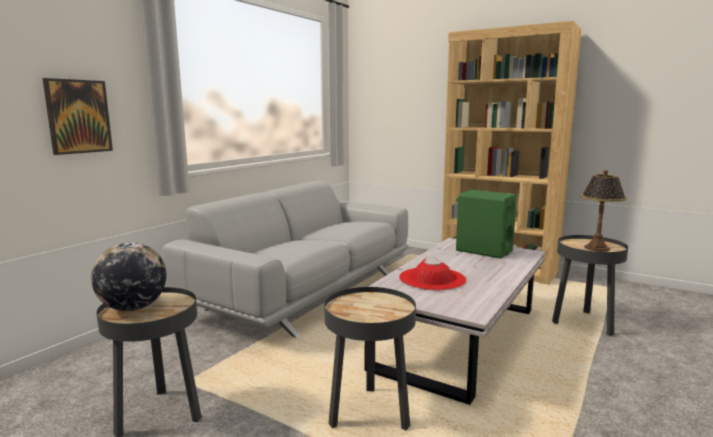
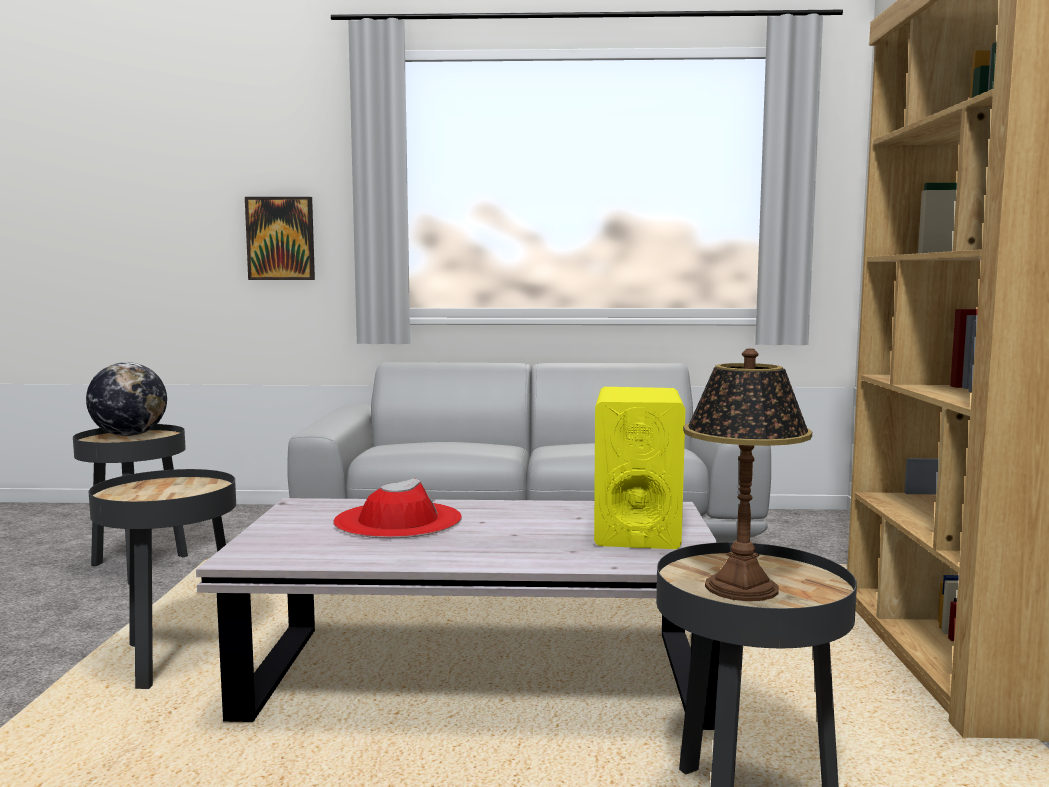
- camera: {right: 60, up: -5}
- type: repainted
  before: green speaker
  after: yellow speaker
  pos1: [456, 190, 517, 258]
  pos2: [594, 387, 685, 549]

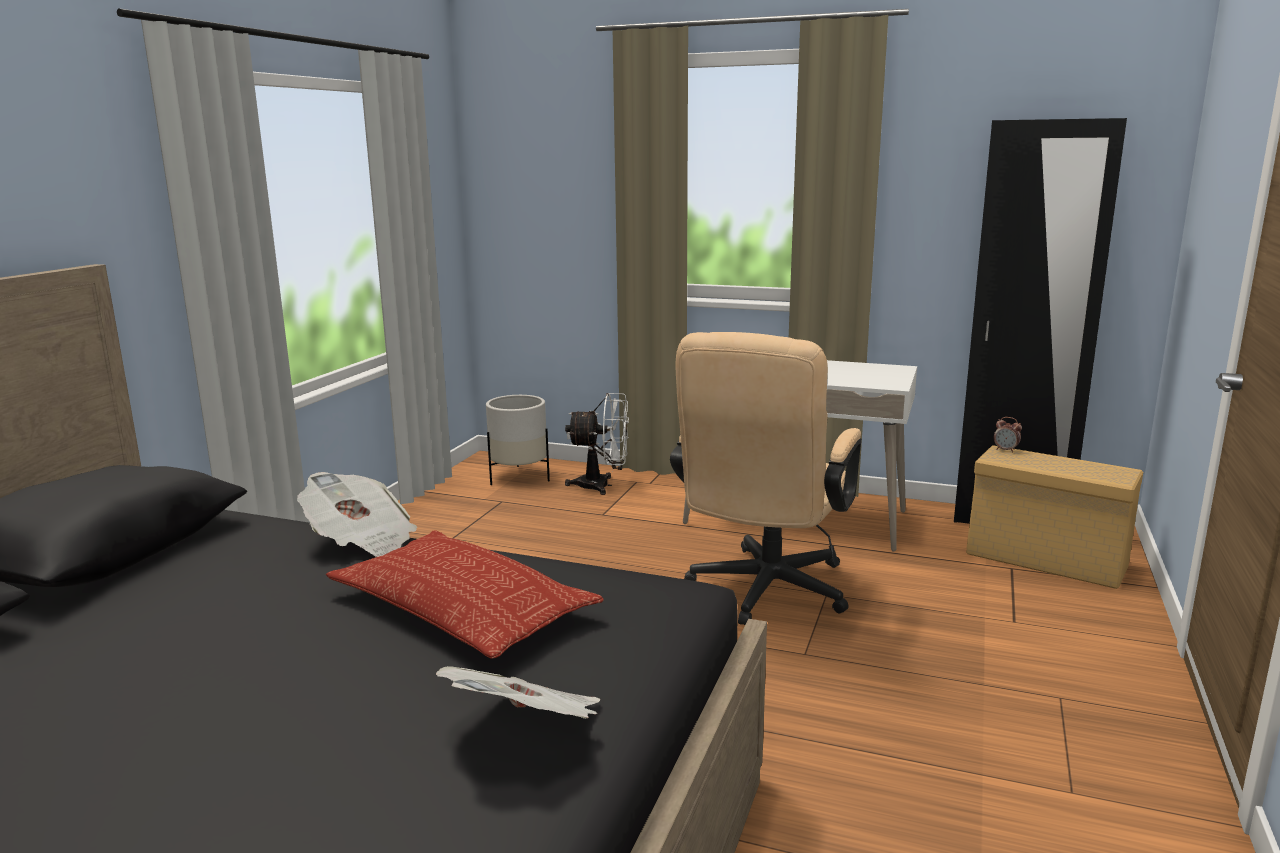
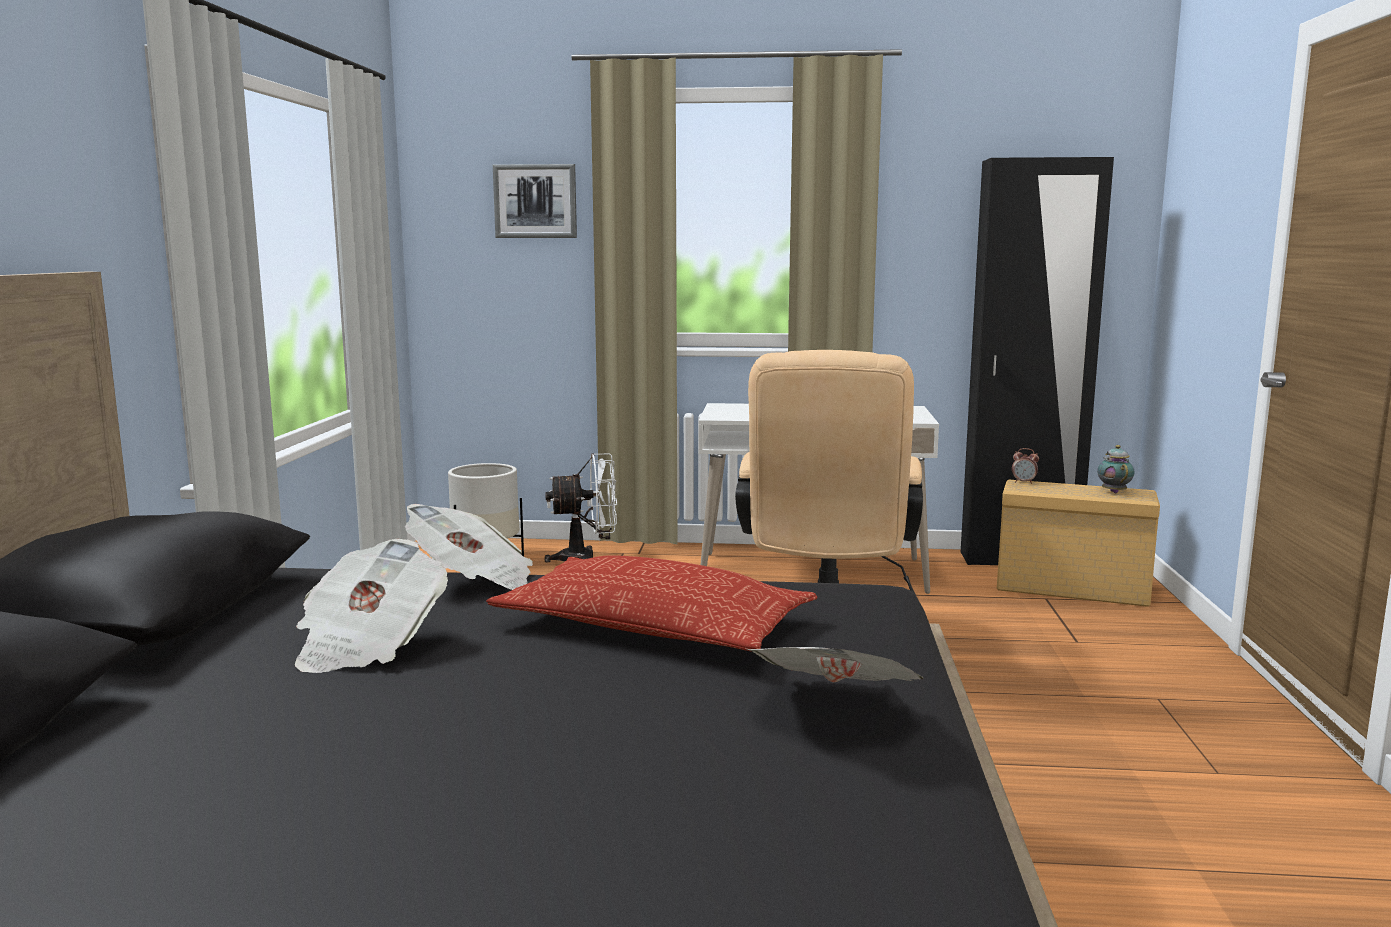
- camera: {right: -15, up: -5}
- type: new
  after: newspaper
  pos2: [294, 539, 448, 673]
- type: new
  after: picture
  pos2: [493, 164, 577, 238]
- type: new
  after: teapot
  pos2: [1097, 445, 1134, 493]

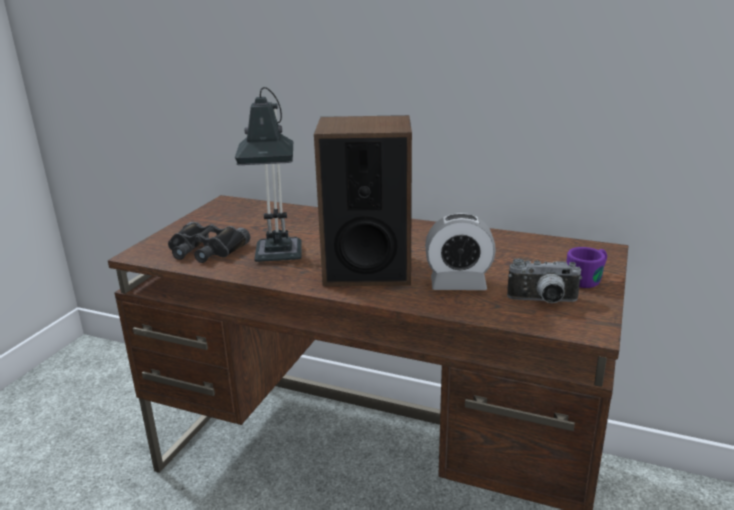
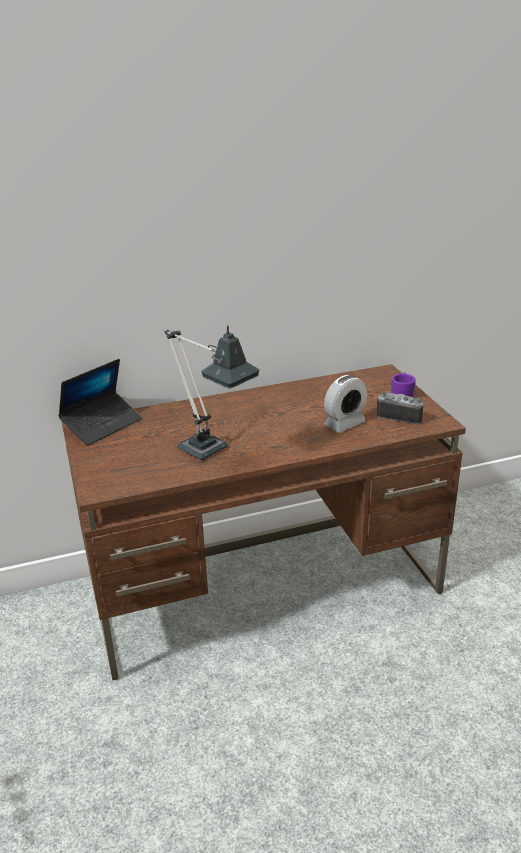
- camera: {right: -40, up: 5}
- type: gone
  before: black binoculars
  pos1: [168, 222, 251, 263]
- type: gone
  before: speaker
  pos1: [314, 115, 412, 286]
- type: rotated
  before: photo camera
  pos1: [507, 258, 582, 303]
  pos2: [377, 393, 424, 424]
  turn: -120
- type: new
  after: laptop
  pos2: [58, 359, 143, 445]

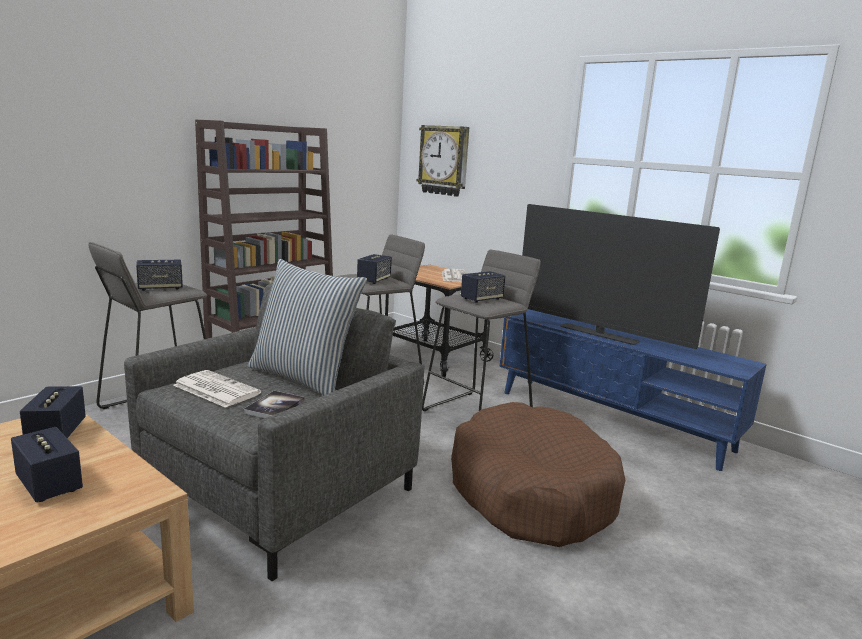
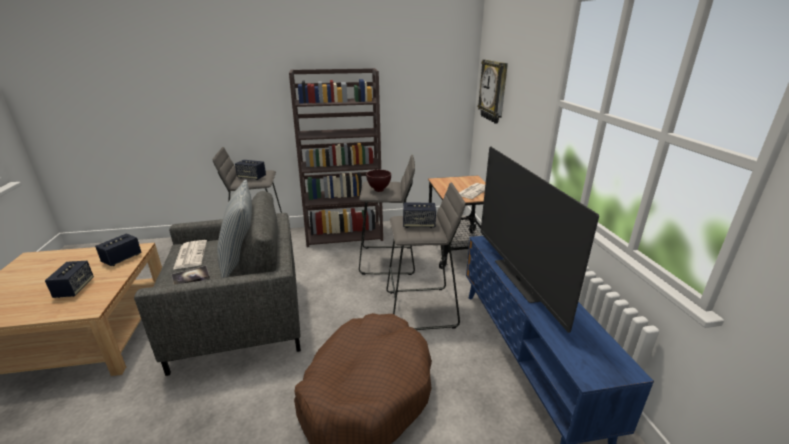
- camera: {right: 40, up: 10}
- type: swapped
  before: speaker
  after: brown bowl
  pos1: [357, 254, 392, 284]
  pos2: [366, 170, 391, 192]

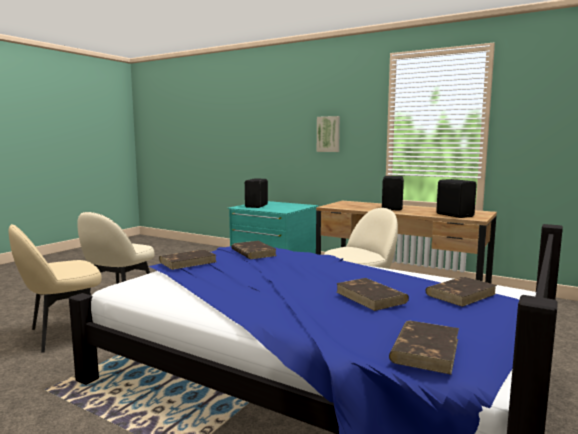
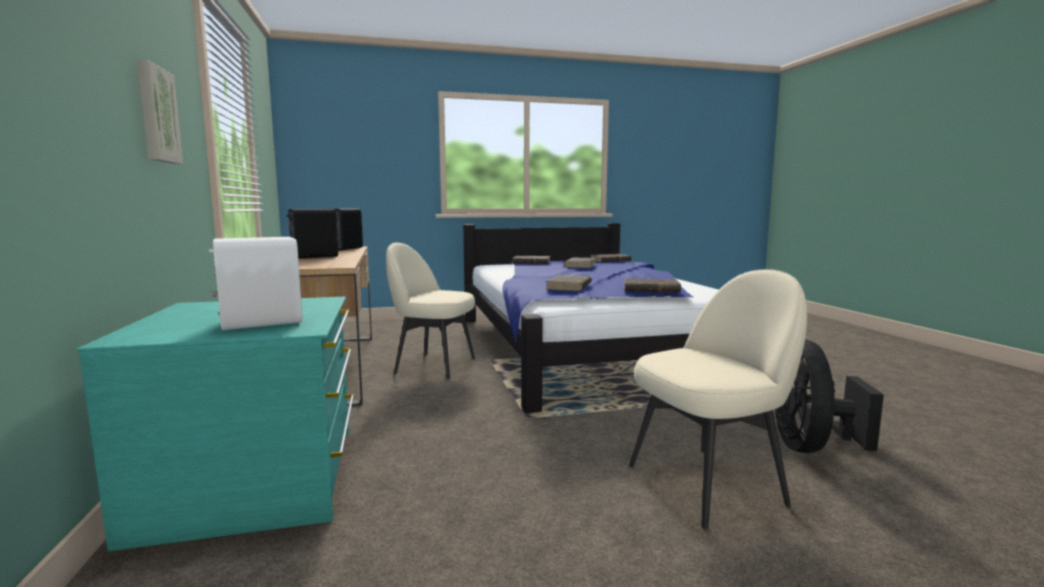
- camera: {right: -135, up: 0}
- type: swapped
  before: beige chair
  after: black fan
  pos1: [9, 224, 102, 353]
  pos2: [774, 339, 884, 453]
- type: repainted
  before: black speaker
  after: white speaker
  pos1: [245, 178, 268, 208]
  pos2: [209, 237, 302, 330]

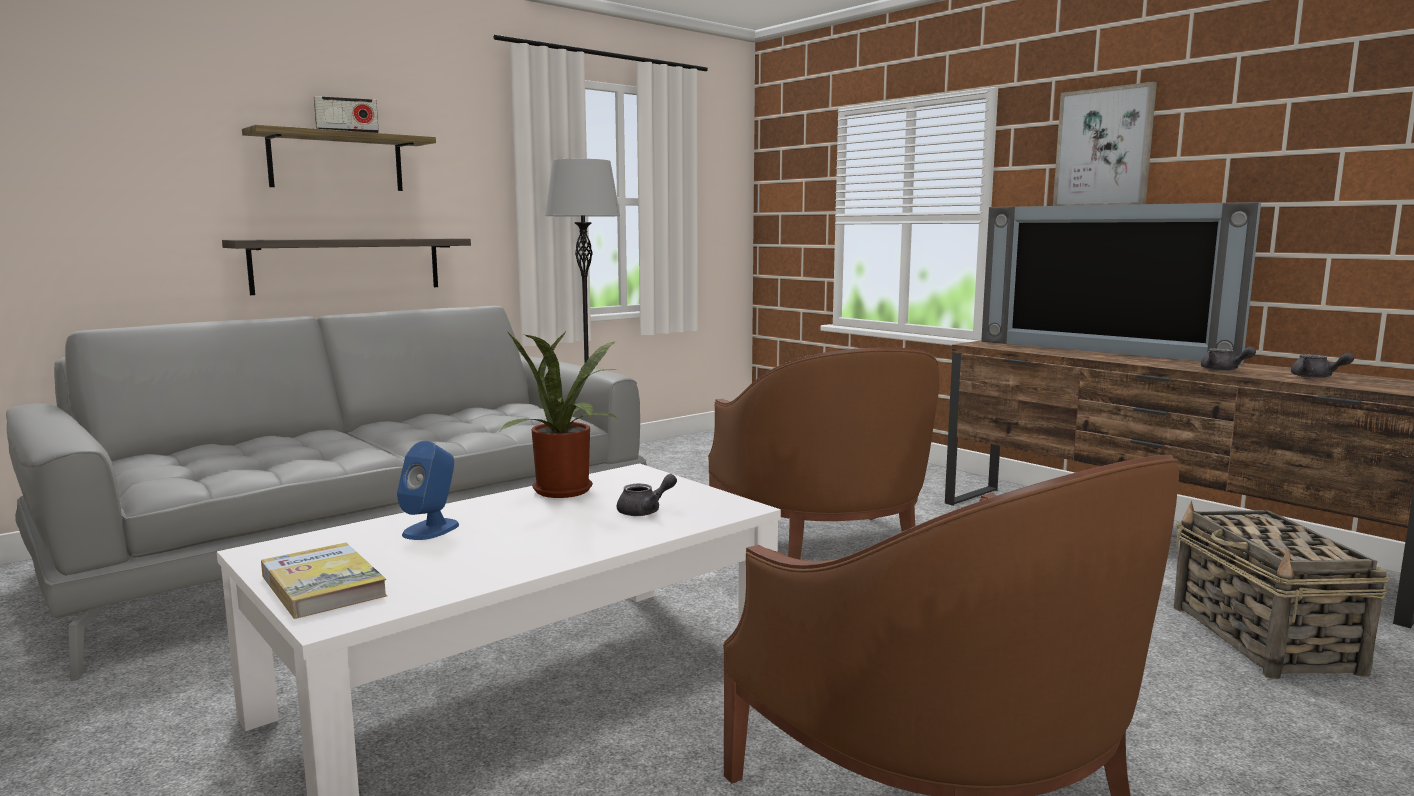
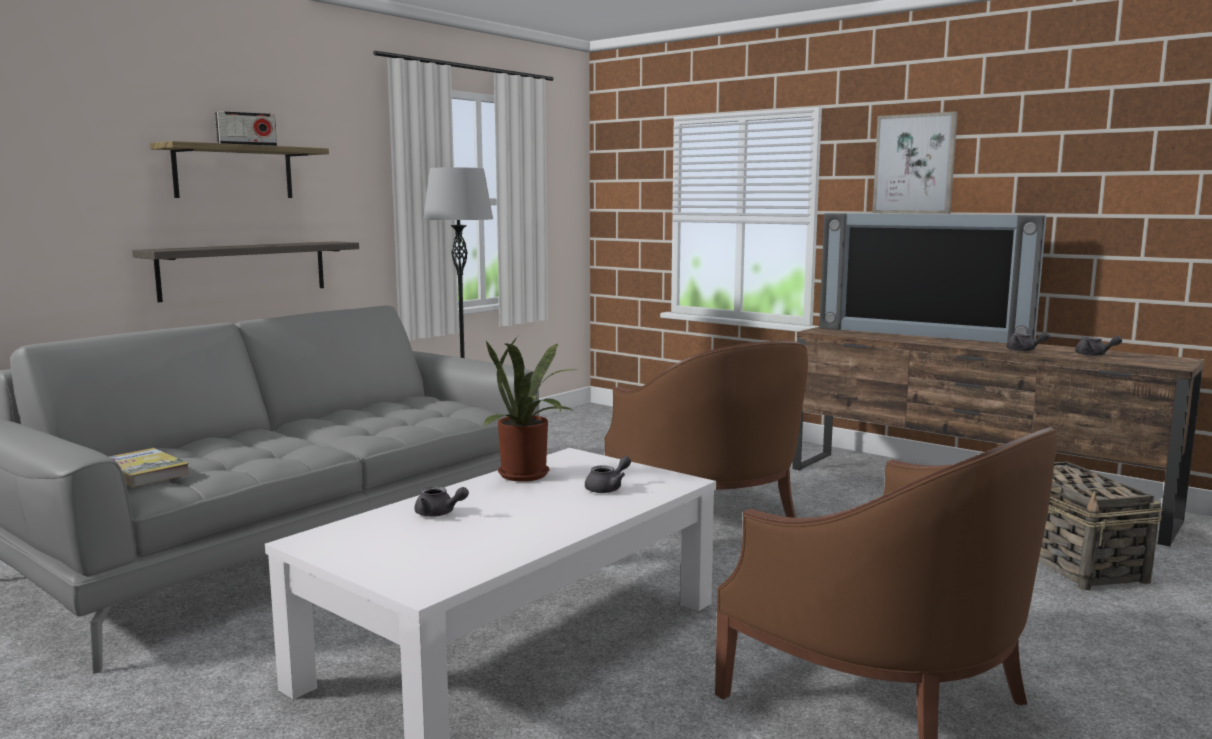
- camera: {right: -10, up: 0}
- type: shifted
  before: book
  pos1: [261, 543, 387, 619]
  pos2: [109, 448, 190, 487]
- type: swapped
  before: blue speaker
  after: grey teapot
  pos1: [397, 441, 459, 540]
  pos2: [414, 486, 469, 517]

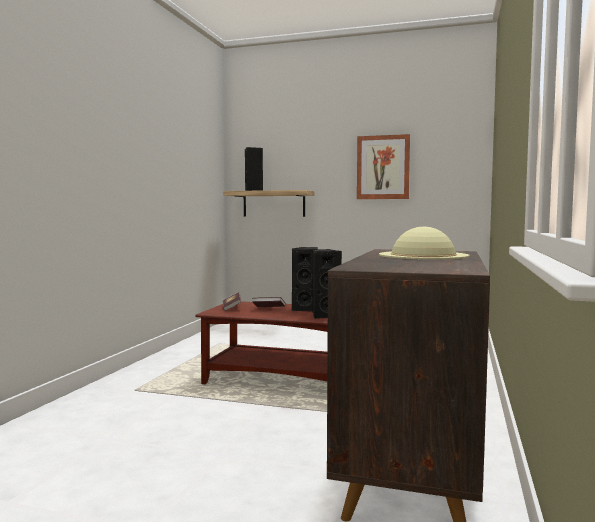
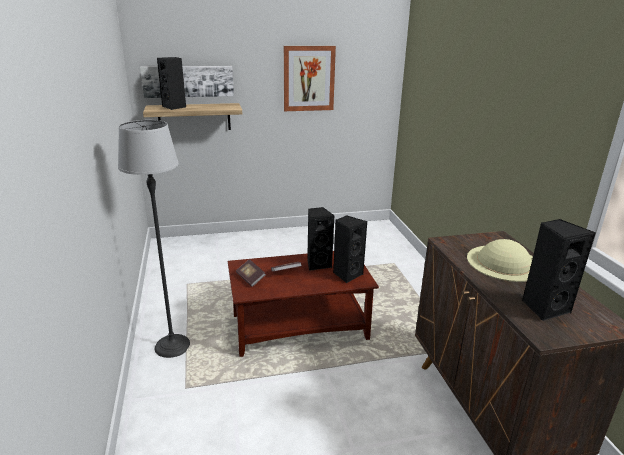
- camera: {right: -30, up: 20}
- type: new
  after: floor lamp
  pos2: [118, 120, 190, 358]
- type: new
  after: picture
  pos2: [140, 66, 234, 98]
- type: new
  after: black speaker
  pos2: [522, 219, 596, 321]

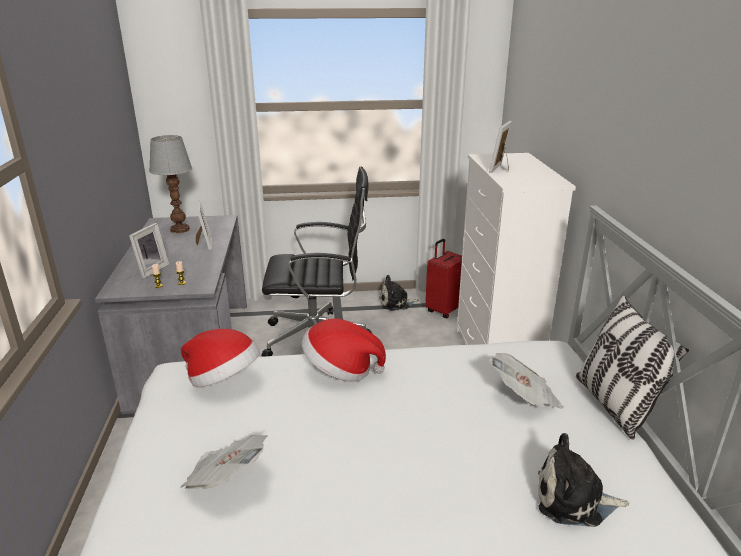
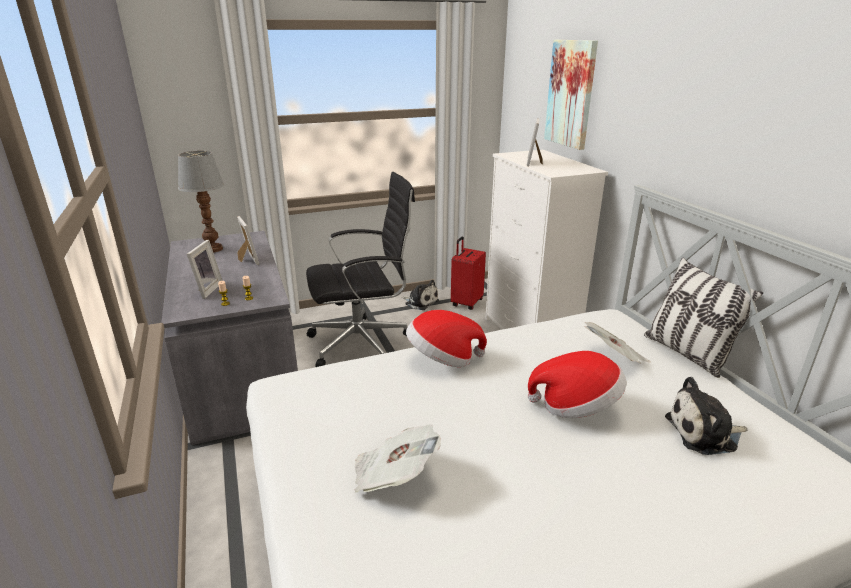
- camera: {right: -15, up: 0}
- type: shifted
  before: hat
  pos1: [181, 329, 260, 387]
  pos2: [528, 351, 627, 418]
- type: rotated
  before: plush toy
  pos1: [379, 275, 419, 311]
  pos2: [401, 280, 439, 310]
  turn: -120
- type: new
  after: picture
  pos2: [544, 40, 598, 150]

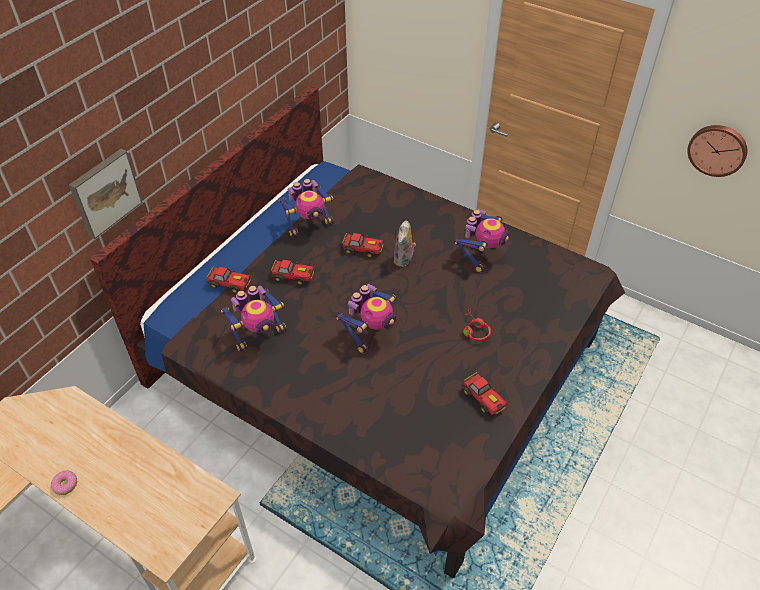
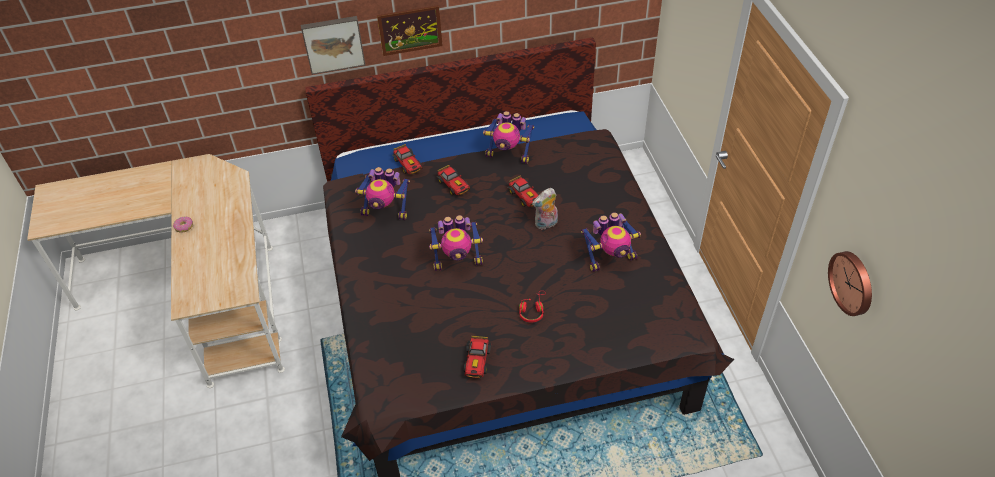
- camera: {right: 45, up: 0}
- type: new
  after: picture
  pos2: [377, 5, 443, 56]

